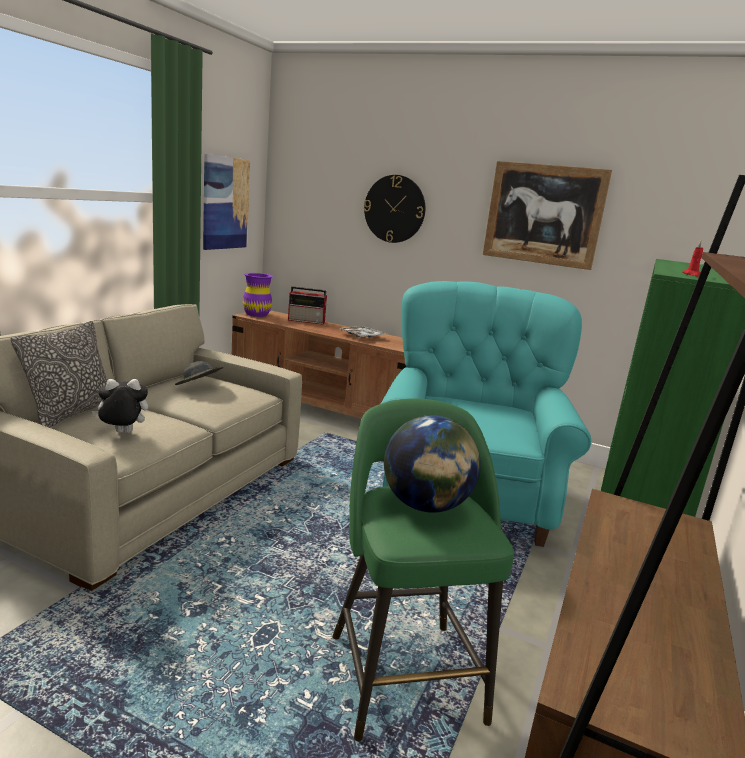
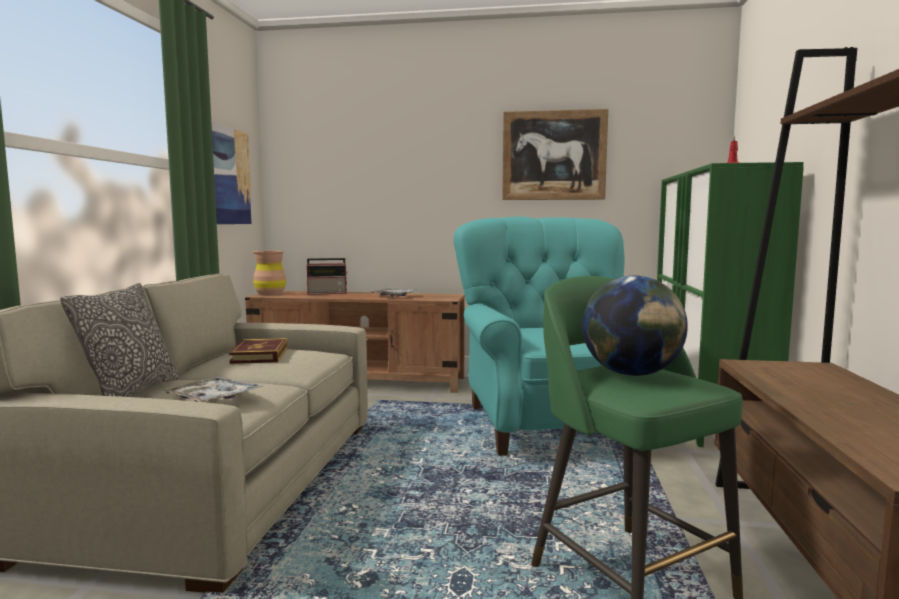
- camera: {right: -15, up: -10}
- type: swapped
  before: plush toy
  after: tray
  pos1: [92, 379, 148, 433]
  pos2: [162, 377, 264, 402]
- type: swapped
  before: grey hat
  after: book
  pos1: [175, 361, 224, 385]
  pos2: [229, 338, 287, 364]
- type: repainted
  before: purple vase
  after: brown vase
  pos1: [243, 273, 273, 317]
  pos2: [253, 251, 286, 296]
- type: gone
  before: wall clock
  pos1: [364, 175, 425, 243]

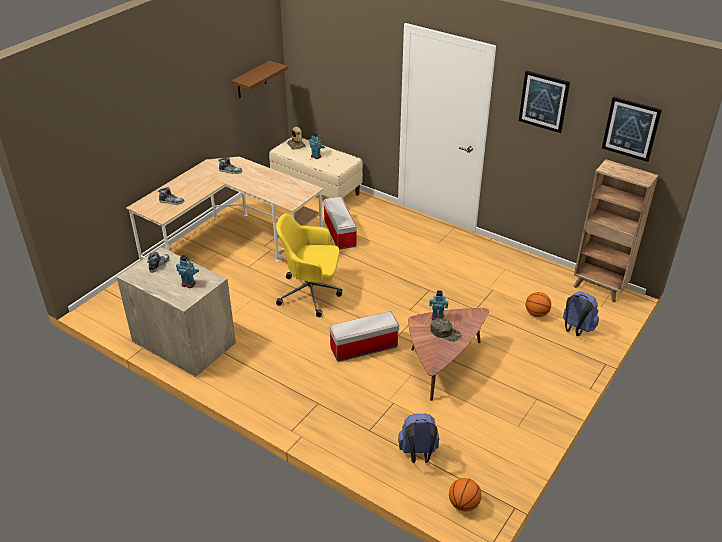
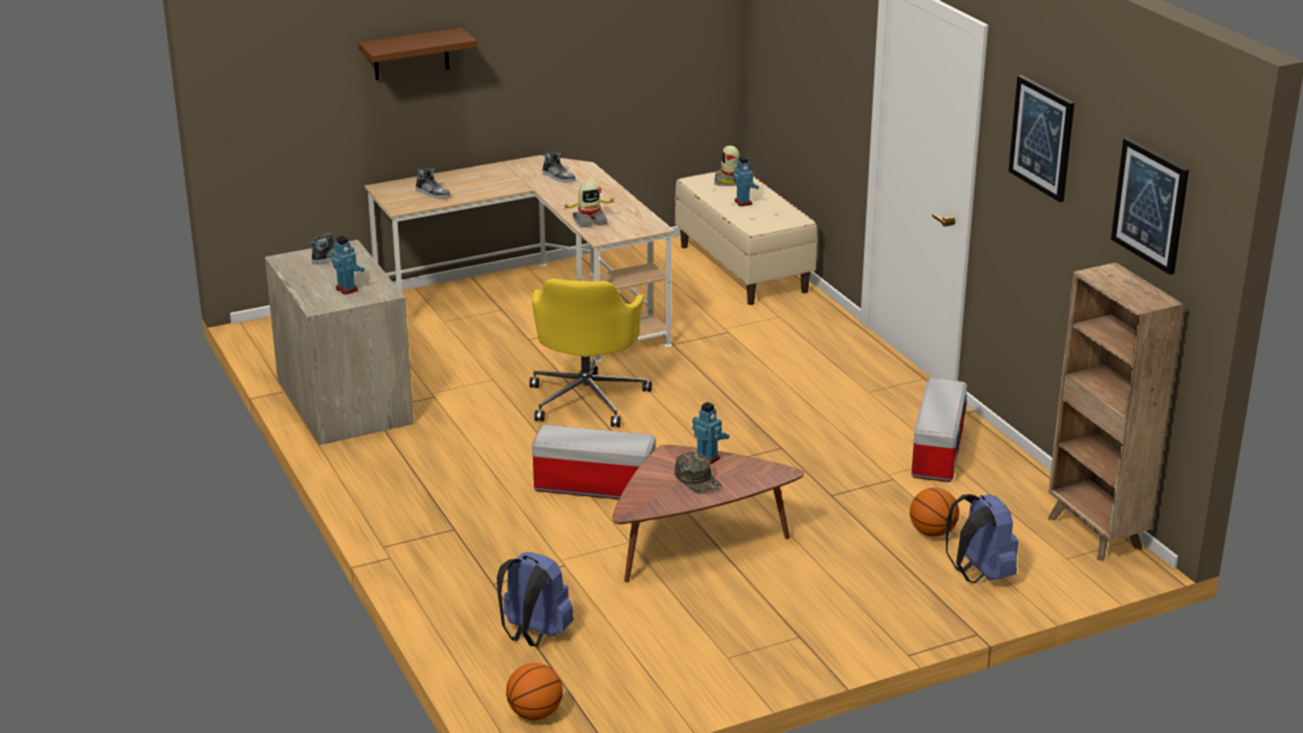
- camera: {right: 30, up: -10}
- type: shifted
  before: brown shelf
  pos1: [231, 61, 288, 98]
  pos2: [358, 28, 477, 80]
- type: rotated
  before: yellow office chair
  pos1: [276, 214, 342, 317]
  pos2: [529, 279, 652, 427]
  turn: -120
- type: shifted
  before: storage box
  pos1: [323, 197, 357, 250]
  pos2: [911, 378, 967, 482]
- type: new
  after: toy robot
  pos2: [562, 182, 614, 228]

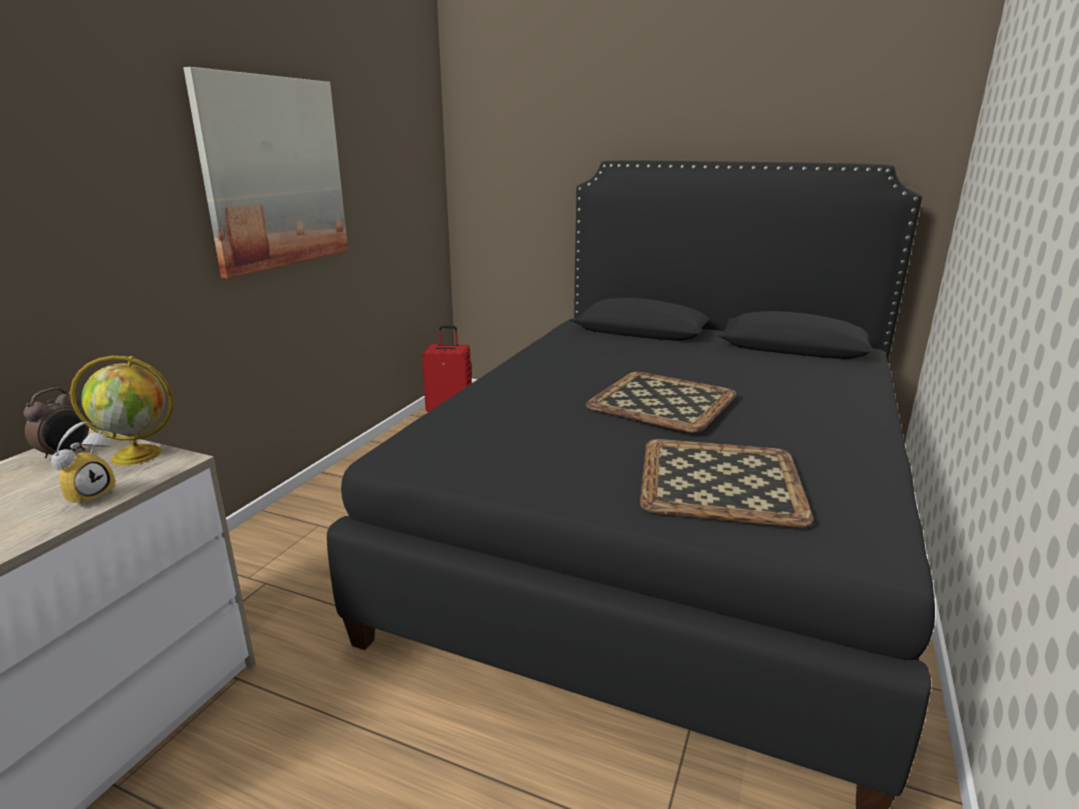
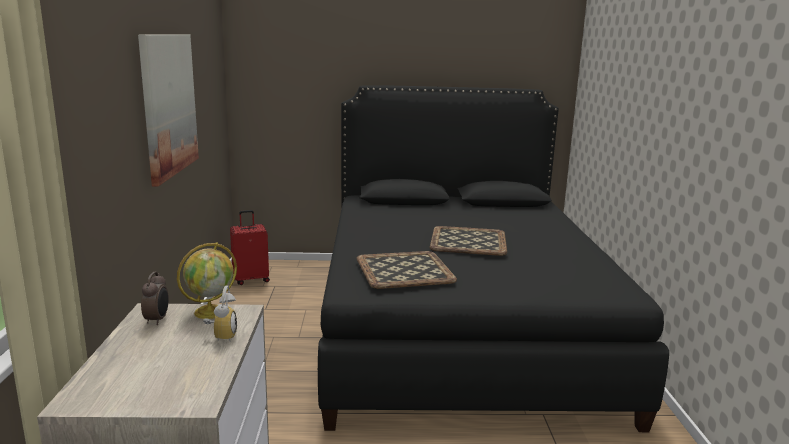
- camera: {right: -25, up: -5}
- type: shifted
  before: tray
  pos1: [640, 439, 814, 528]
  pos2: [357, 251, 457, 289]

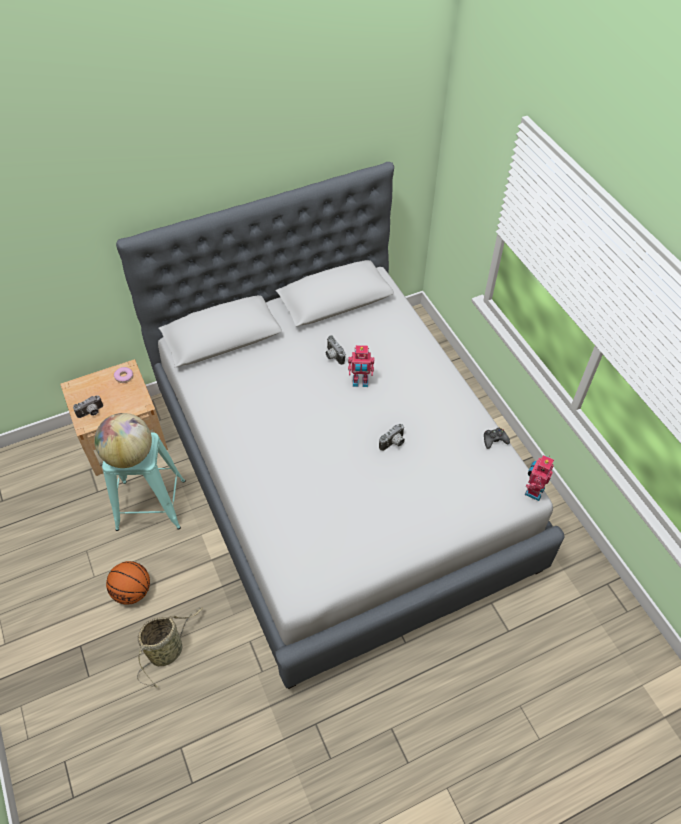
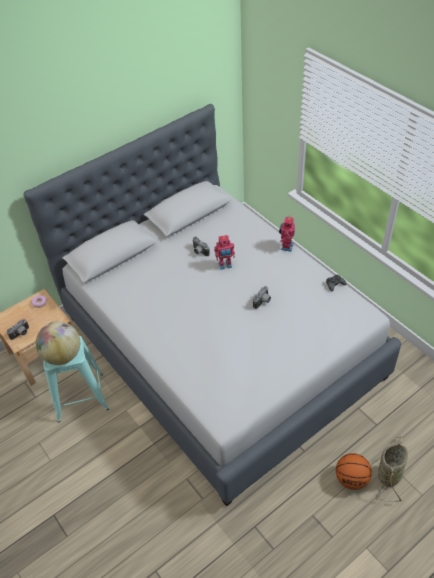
- camera: {right: -10, up: -5}
- type: shifted
  before: basketball
  pos1: [106, 561, 150, 605]
  pos2: [336, 453, 372, 490]
- type: shifted
  before: basket
  pos1: [137, 607, 203, 687]
  pos2: [378, 436, 408, 502]
- type: shifted
  before: toy robot
  pos1: [525, 455, 554, 501]
  pos2: [279, 217, 295, 252]

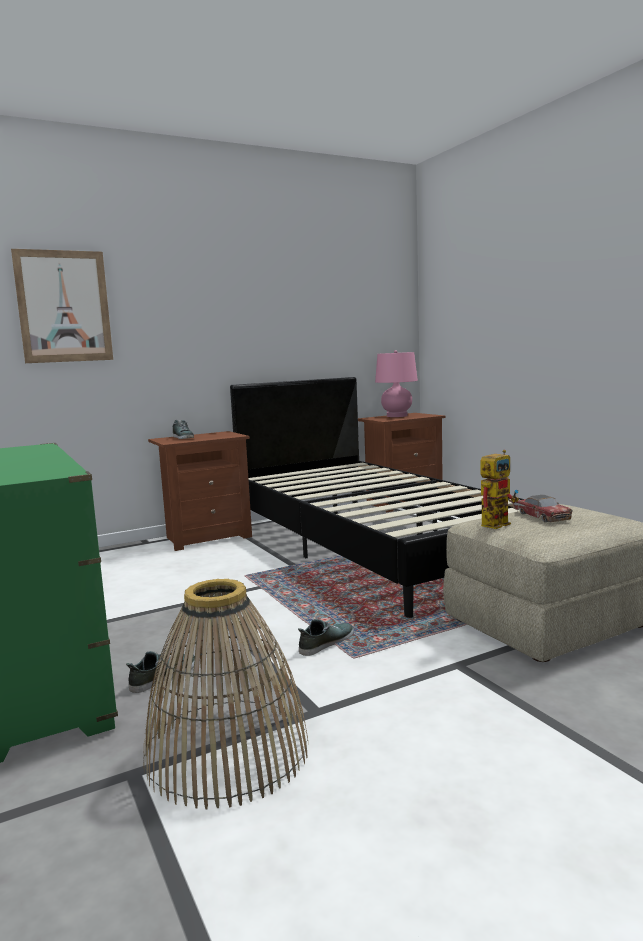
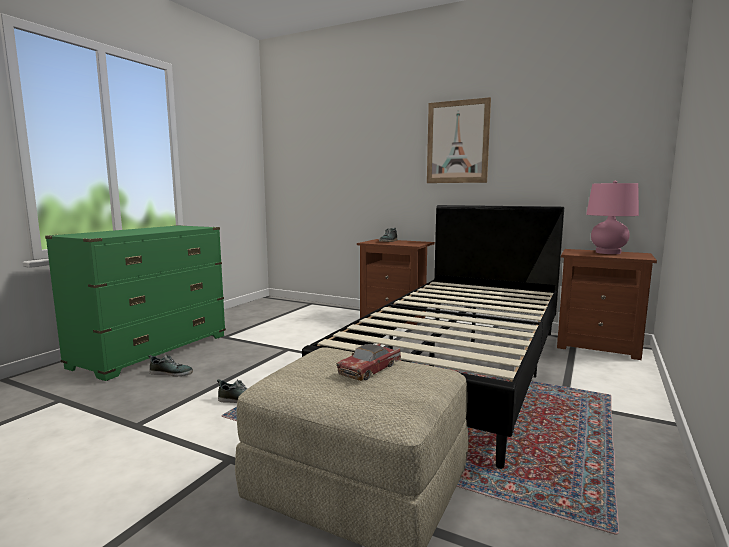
- camera: {right: 55, up: 0}
- type: shifted
  before: picture
  pos1: [11, 249, 113, 363]
  pos2: [427, 97, 491, 183]
- type: gone
  before: basket
  pos1: [143, 579, 309, 809]
- type: gone
  before: toy robot
  pos1: [481, 450, 519, 529]

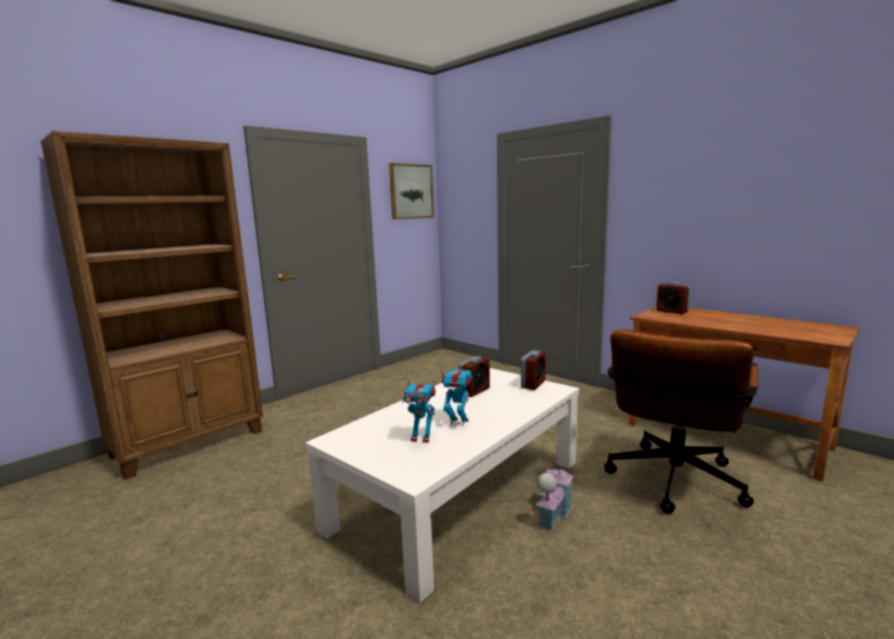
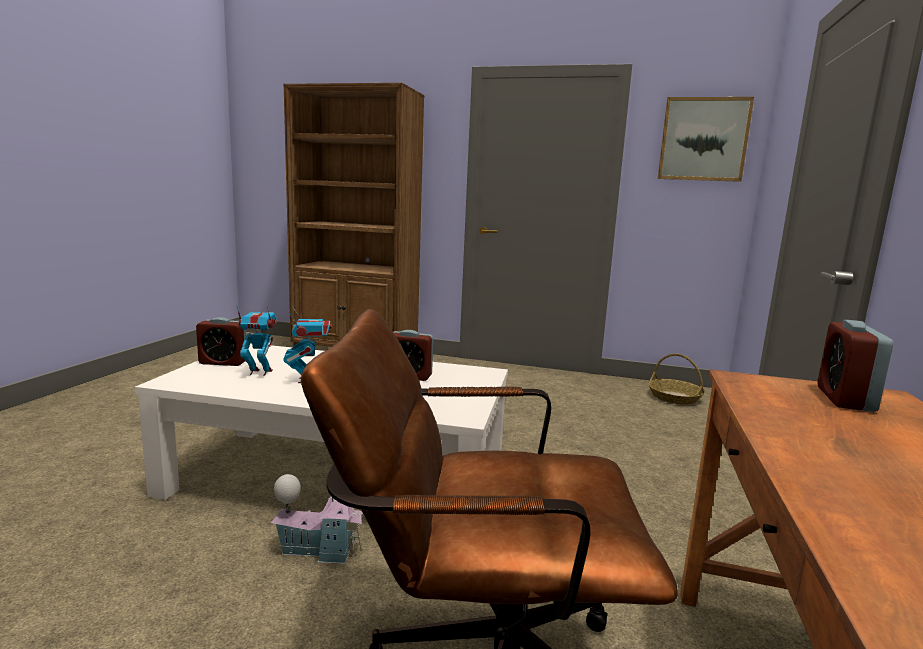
- camera: {right: 60, up: 0}
- type: rotated
  before: toy robot
  pos1: [402, 371, 435, 443]
  pos2: [236, 305, 277, 376]
  turn: 105
- type: shifted
  before: alarm clock
  pos1: [521, 350, 546, 390]
  pos2: [196, 317, 246, 366]
- type: new
  after: basket
  pos2: [648, 354, 705, 405]

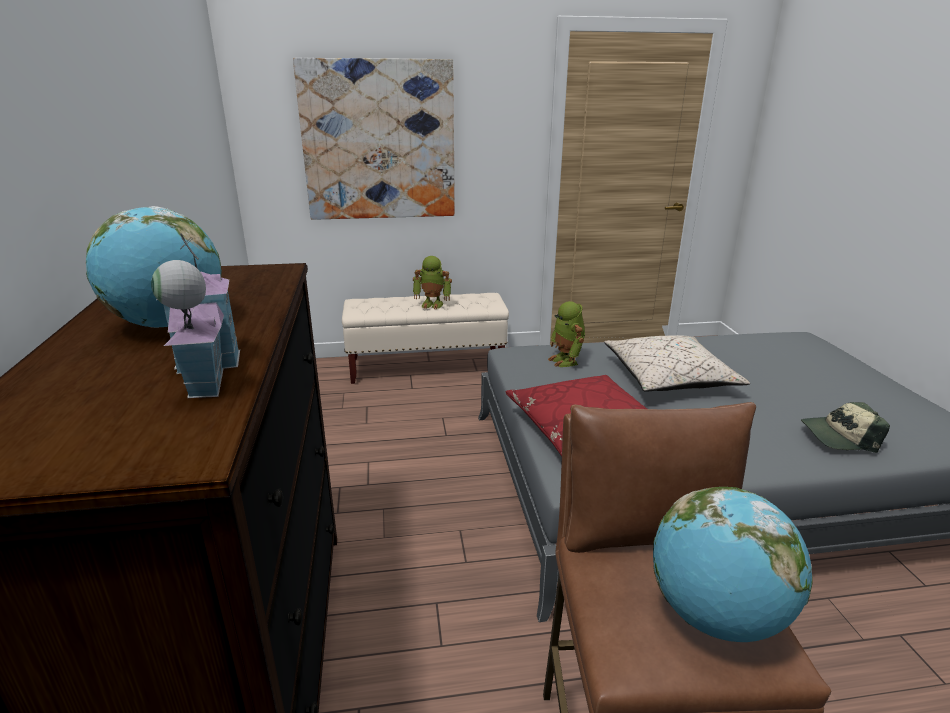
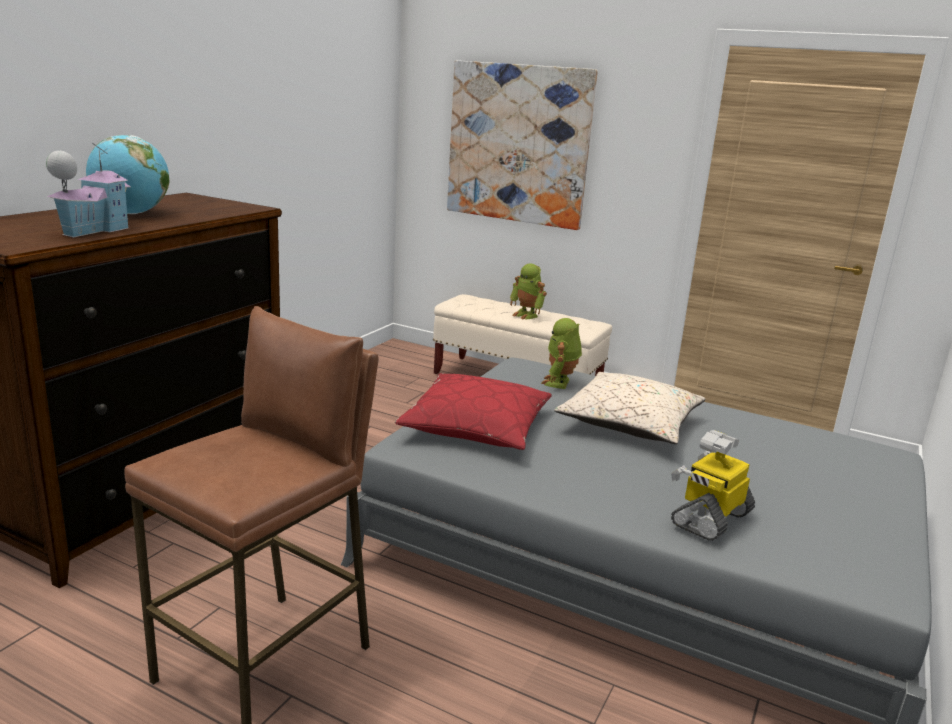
- camera: {right: 35, up: -5}
- type: gone
  before: globe
  pos1: [653, 487, 812, 642]
- type: swapped
  before: cap
  after: toy robot
  pos1: [801, 402, 890, 453]
  pos2: [671, 430, 755, 541]

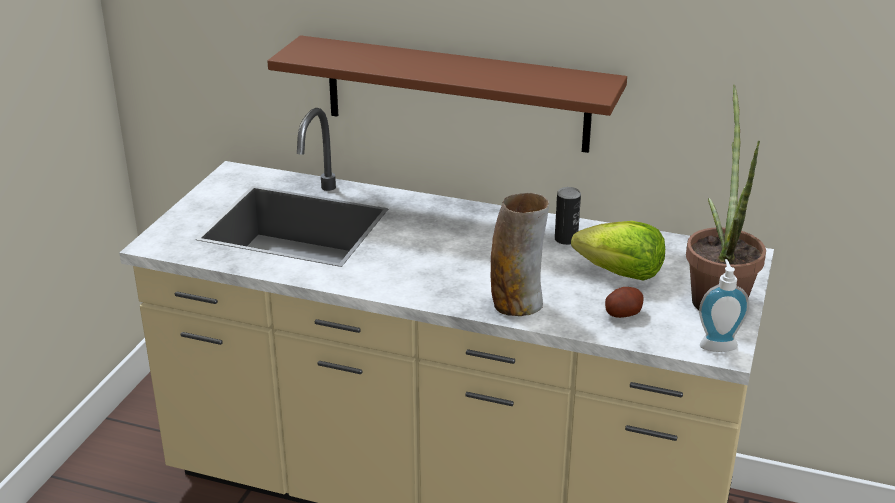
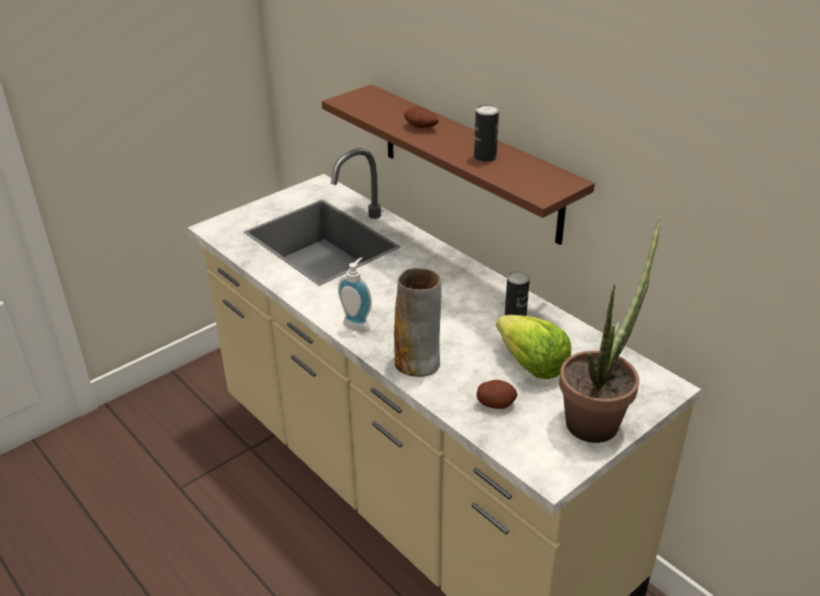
- camera: {right: 30, up: 5}
- type: shifted
  before: soap dispenser
  pos1: [699, 259, 749, 352]
  pos2: [338, 257, 372, 332]
- type: new
  after: potato
  pos2: [404, 107, 438, 128]
- type: new
  after: can
  pos2: [474, 104, 499, 162]

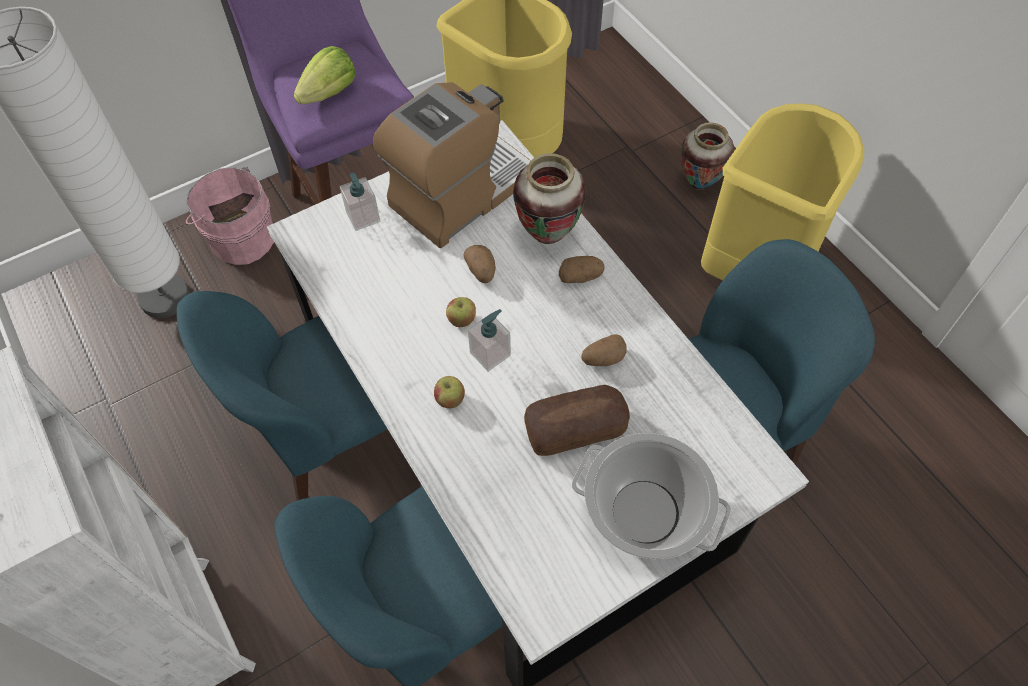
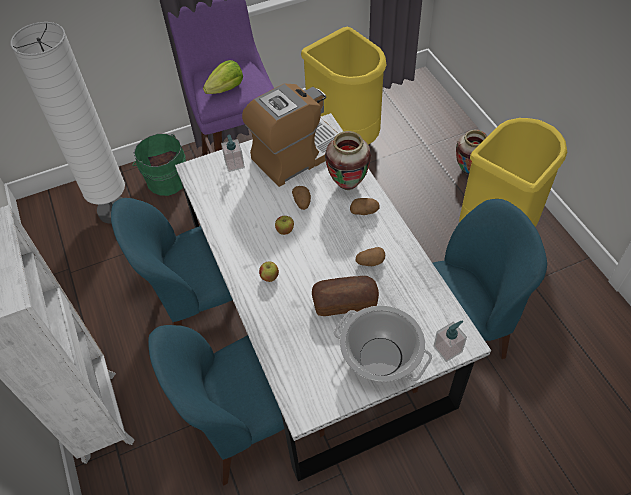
- camera: {right: 10, up: -5}
- type: repainted
  before: pink bucket
  after: green bucket
  pos1: [186, 167, 274, 265]
  pos2: [132, 134, 186, 196]
- type: shifted
  before: soap dispenser
  pos1: [468, 309, 511, 372]
  pos2: [433, 321, 467, 362]

